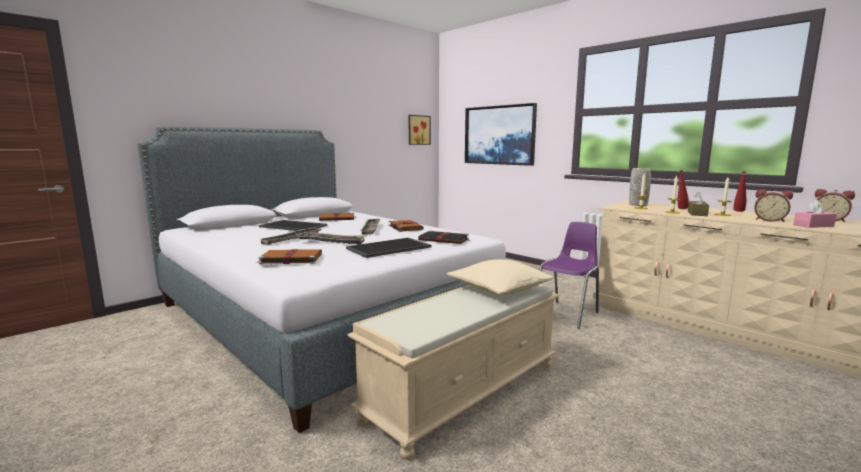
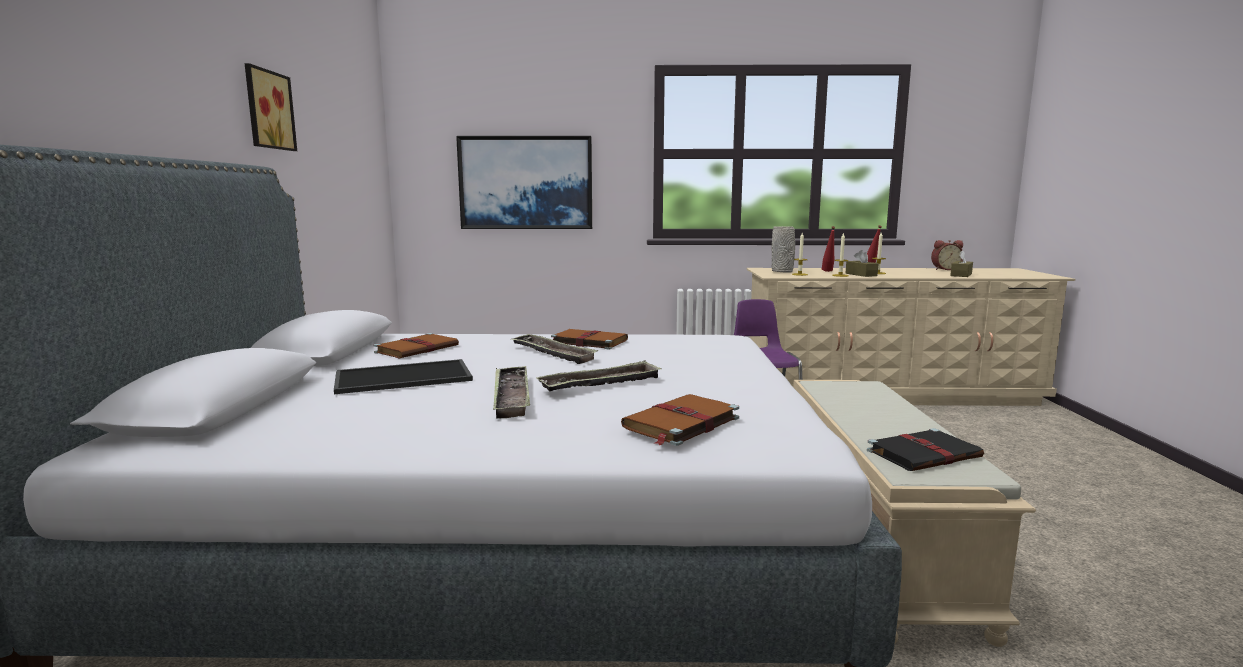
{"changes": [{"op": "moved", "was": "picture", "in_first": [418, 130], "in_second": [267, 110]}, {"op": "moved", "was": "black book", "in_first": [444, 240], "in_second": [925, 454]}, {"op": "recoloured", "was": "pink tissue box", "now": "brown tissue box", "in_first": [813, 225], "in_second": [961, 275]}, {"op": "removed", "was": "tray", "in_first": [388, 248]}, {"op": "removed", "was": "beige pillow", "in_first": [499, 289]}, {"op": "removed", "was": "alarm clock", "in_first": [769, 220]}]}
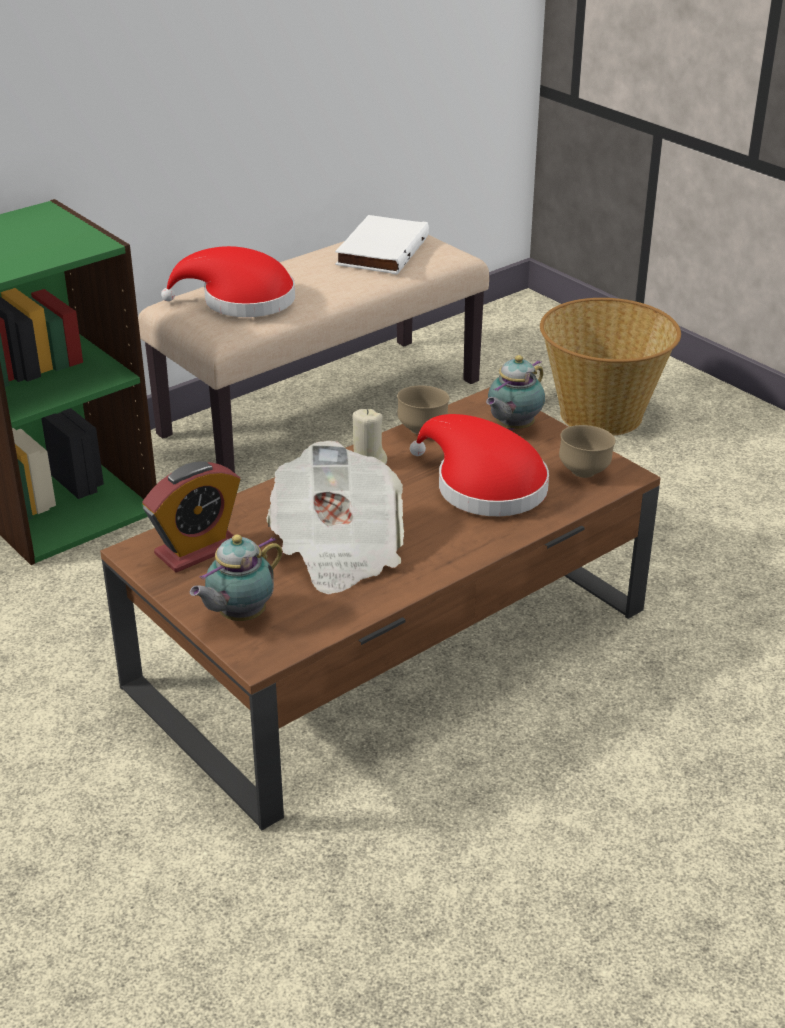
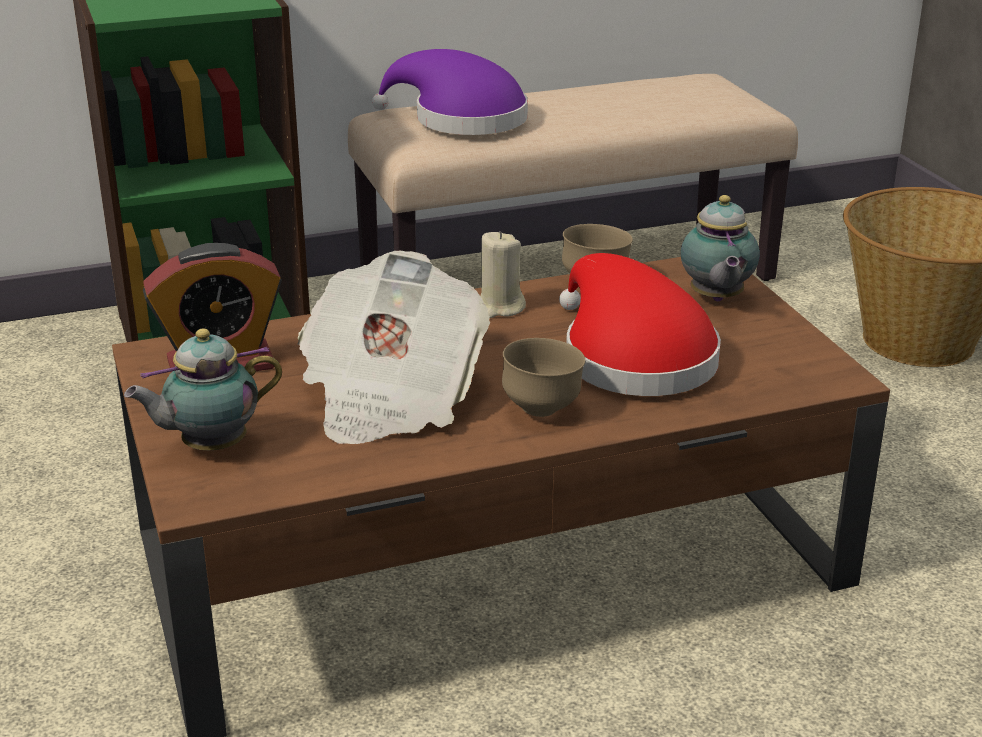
{"changes": [{"op": "recoloured", "was": "red hat", "now": "purple hat", "in_first": [241, 301], "in_second": [461, 119]}, {"op": "moved", "was": "brown bowl", "in_first": [584, 472], "in_second": [542, 409]}, {"op": "turned", "was": "teapot", "in_first": [512, 427], "in_second": [716, 299], "clockwise": -60}, {"op": "removed", "was": "white book", "in_first": [380, 250]}]}
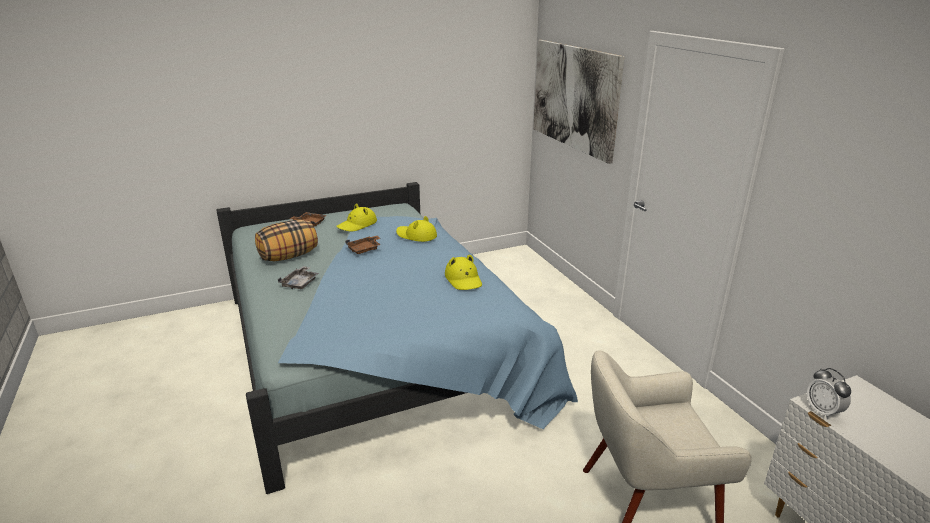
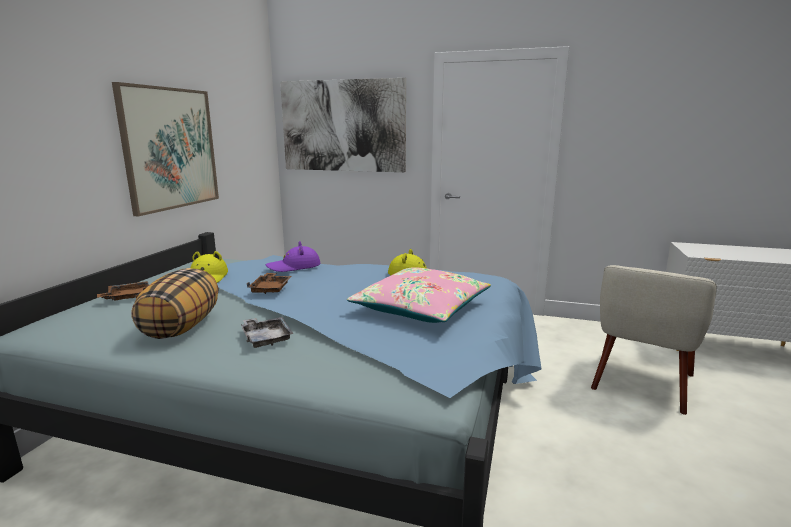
{"changes": [{"op": "added", "now": "picture", "in_second": [170, 148]}, {"op": "recoloured", "was": "yellow hat", "now": "purple hat", "in_first": [416, 235], "in_second": [294, 267]}, {"op": "added", "now": "pink pillow", "in_second": [421, 308]}, {"op": "removed", "was": "alarm clock", "in_first": [823, 411]}]}
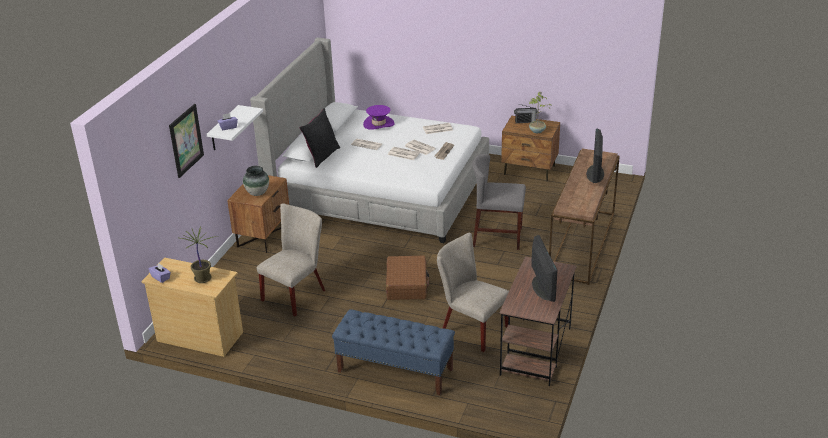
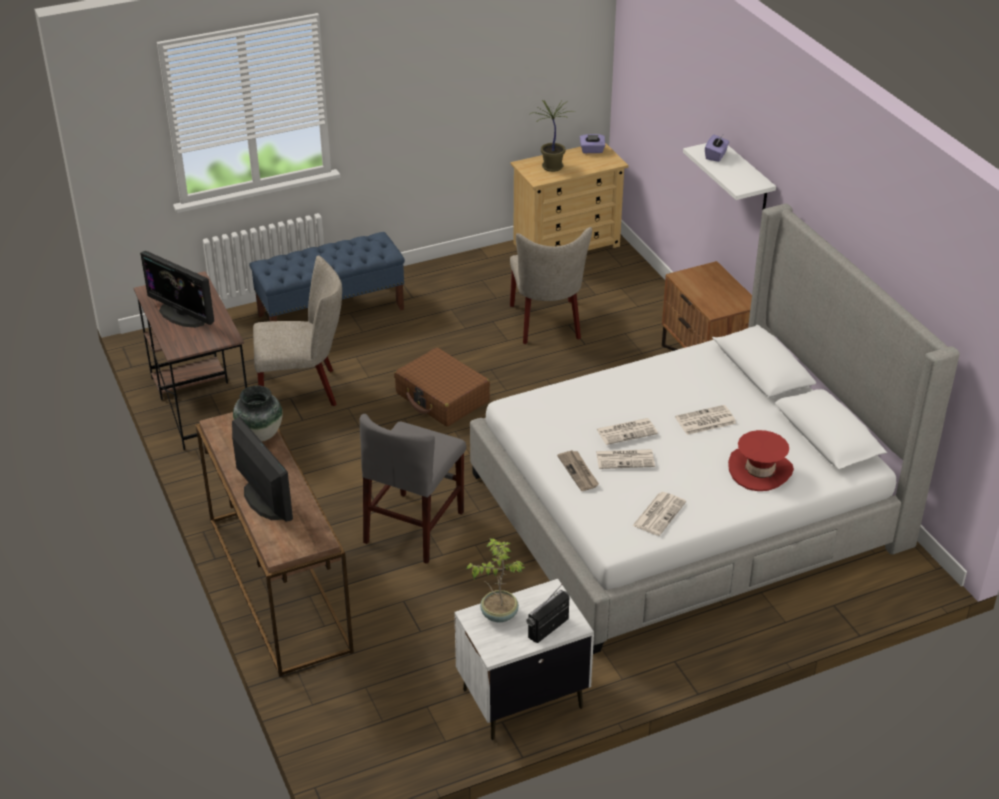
{"changes": [{"op": "moved", "was": "vase", "in_first": [257, 193], "in_second": [260, 435]}, {"op": "turned", "was": "grey chair", "in_first": [497, 237], "in_second": [414, 527], "clockwise": 150}, {"op": "recoloured", "was": "brown nightstand", "now": "white nightstand", "in_first": [529, 170], "in_second": [521, 698]}, {"op": "recoloured", "was": "purple hat", "now": "red hat", "in_first": [378, 124], "in_second": [760, 470]}, {"op": "removed", "was": "picture", "in_first": [186, 140]}, {"op": "removed", "was": "black pillow", "in_first": [321, 156]}]}
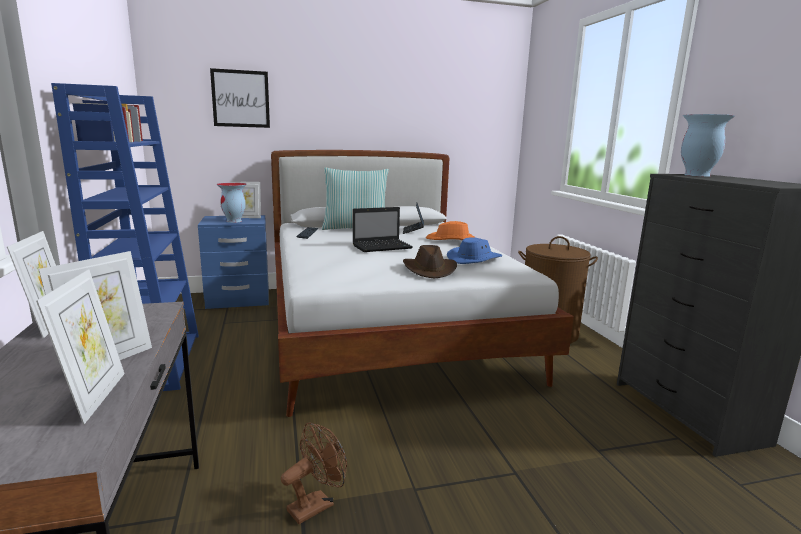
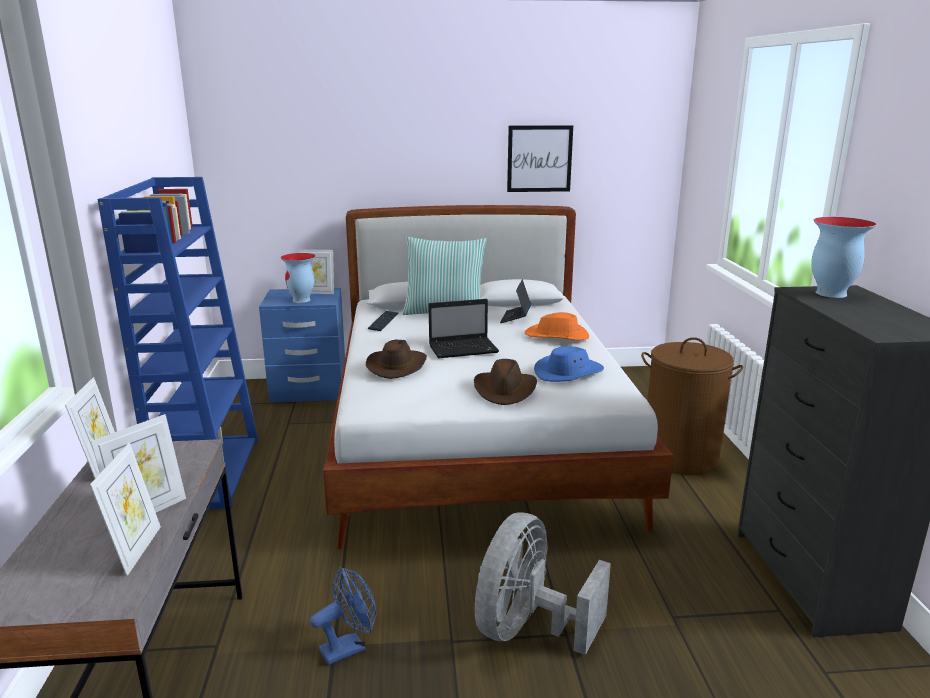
{"changes": [{"op": "recoloured", "was": "brown fan", "now": "blue fan", "in_first": [316, 504], "in_second": [349, 647]}, {"op": "added", "now": "brown hat", "in_second": [397, 365]}, {"op": "added", "now": "grey fan", "in_second": [528, 629]}, {"op": "moved", "was": "picture", "in_first": [240, 99], "in_second": [539, 159]}]}
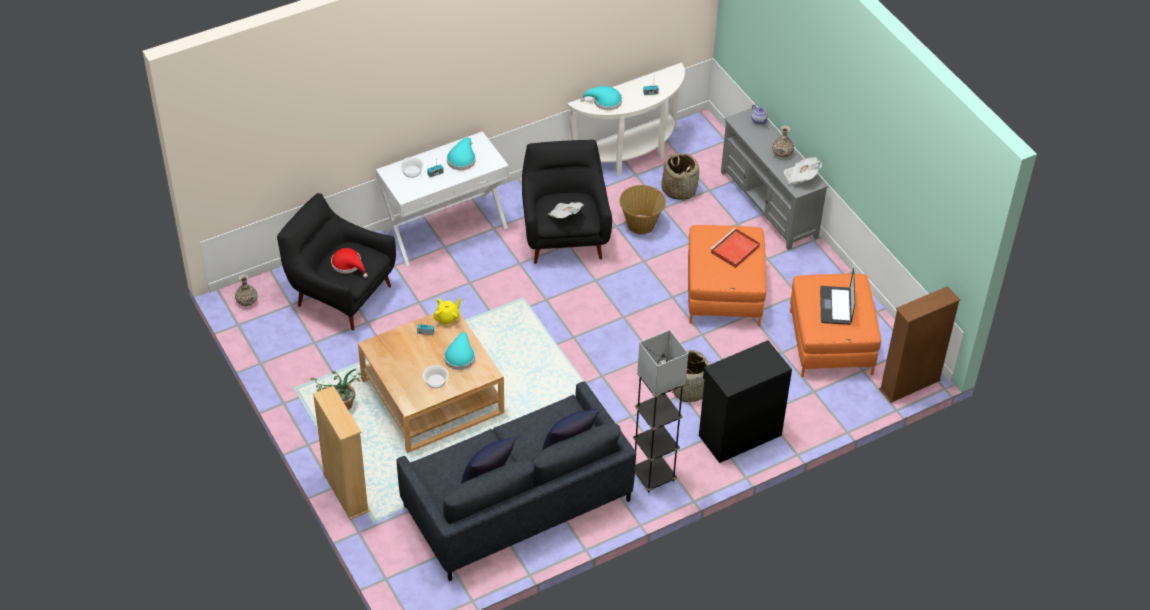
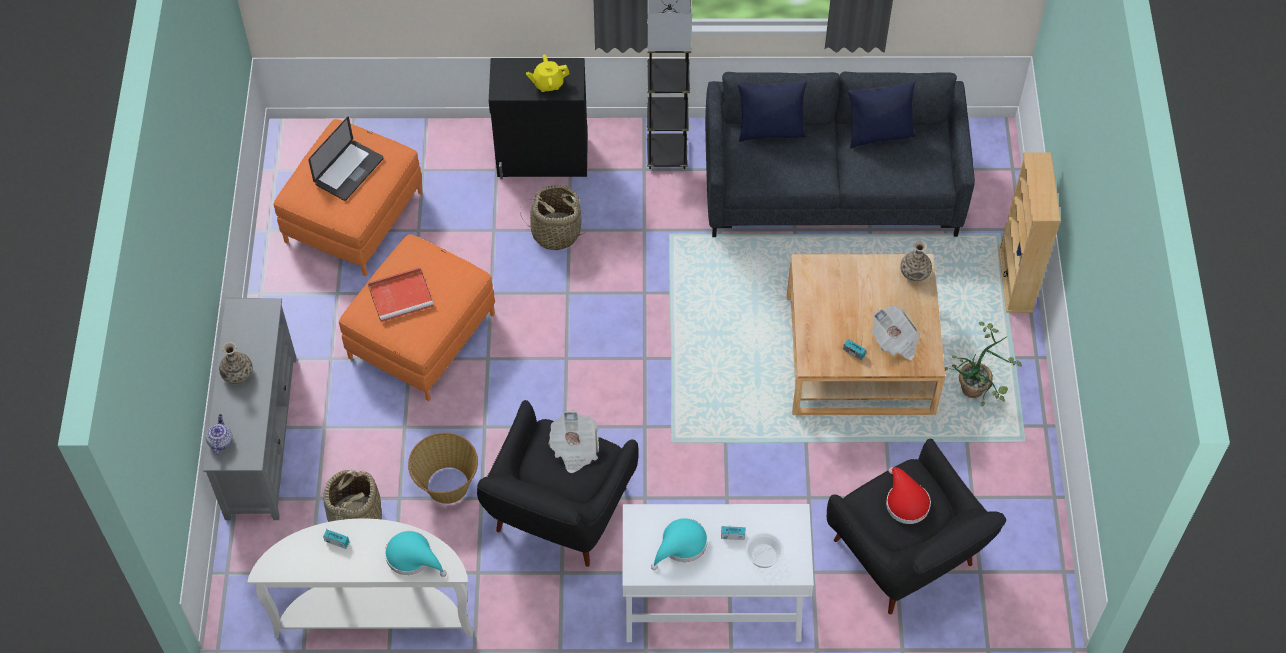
{"changes": [{"op": "moved", "was": "yellow teapot", "in_first": [447, 318], "in_second": [548, 83]}, {"op": "moved", "was": "newspaper", "in_first": [800, 177], "in_second": [895, 341]}, {"op": "moved", "was": "vase", "in_first": [247, 301], "in_second": [914, 272]}, {"op": "removed", "was": "bowl", "in_first": [435, 381]}, {"op": "removed", "was": "turquoise hat", "in_first": [460, 356]}, {"op": "removed", "was": "brown bookcase", "in_first": [909, 385]}]}
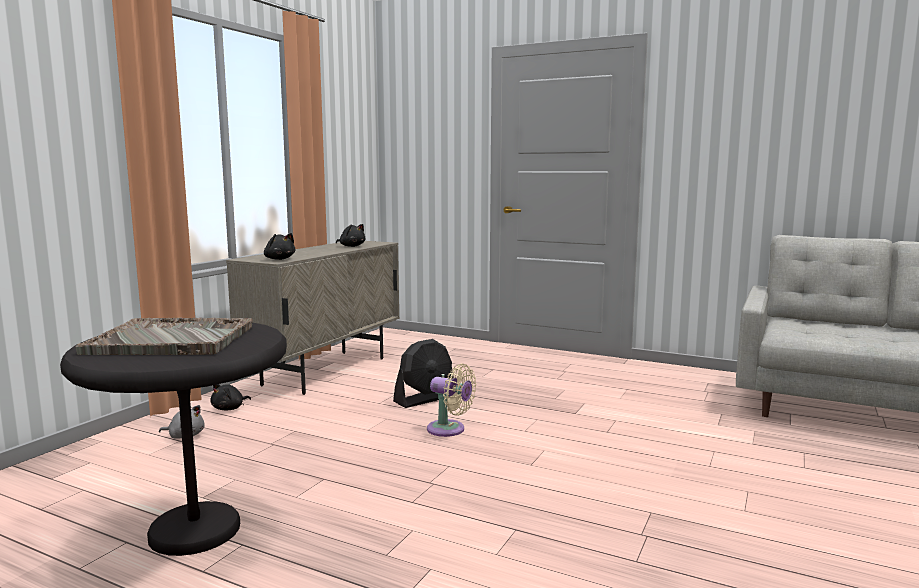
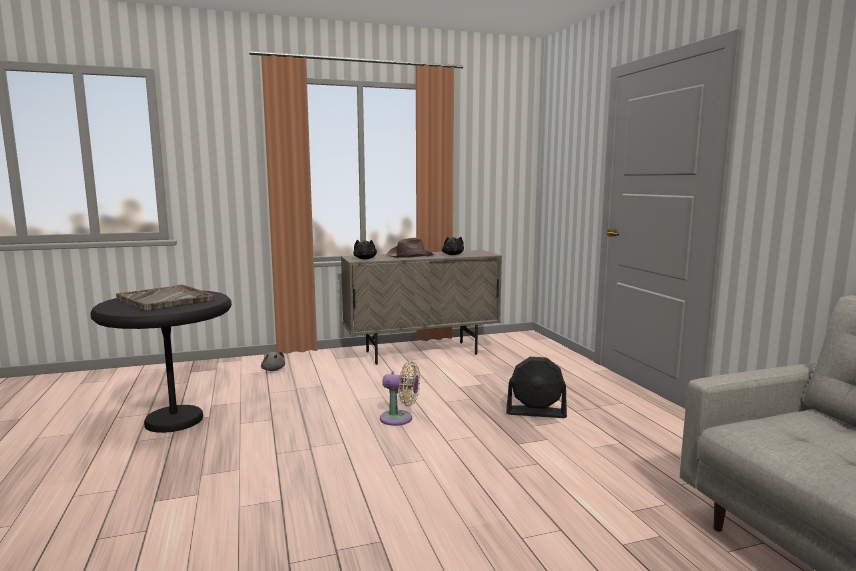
{"changes": [{"op": "turned", "was": "beige fan", "in_first": [449, 430], "in_second": [400, 419], "clockwise": -60}, {"op": "added", "now": "brown hat", "in_second": [410, 255]}, {"op": "moved", "was": "black fan", "in_first": [425, 399], "in_second": [536, 412]}, {"op": "removed", "was": "black plush toy", "in_first": [229, 408]}]}
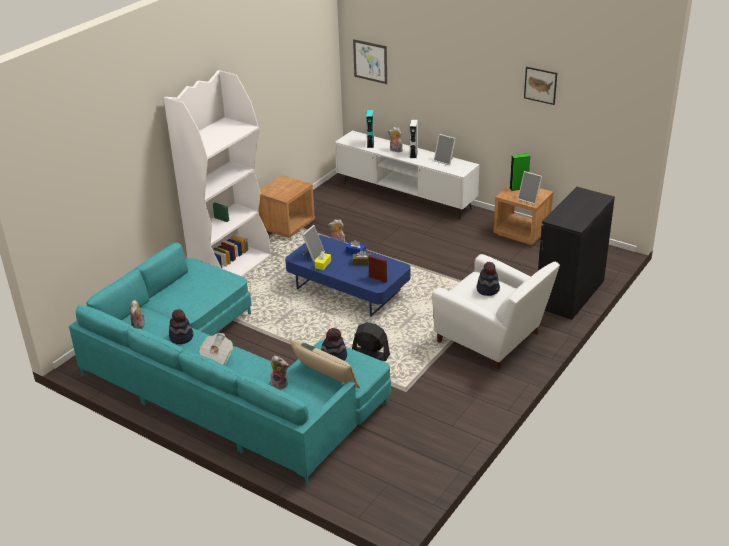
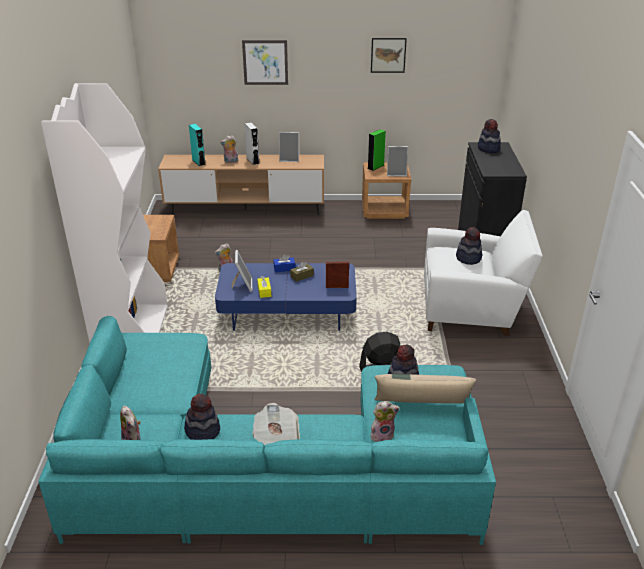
{"changes": [{"op": "recoloured", "was": "white tv stand", "now": "brown tv stand", "in_first": [405, 196], "in_second": [245, 209]}, {"op": "moved", "was": "picture", "in_first": [370, 61], "in_second": [265, 62]}, {"op": "added", "now": "hat", "in_second": [488, 149]}]}
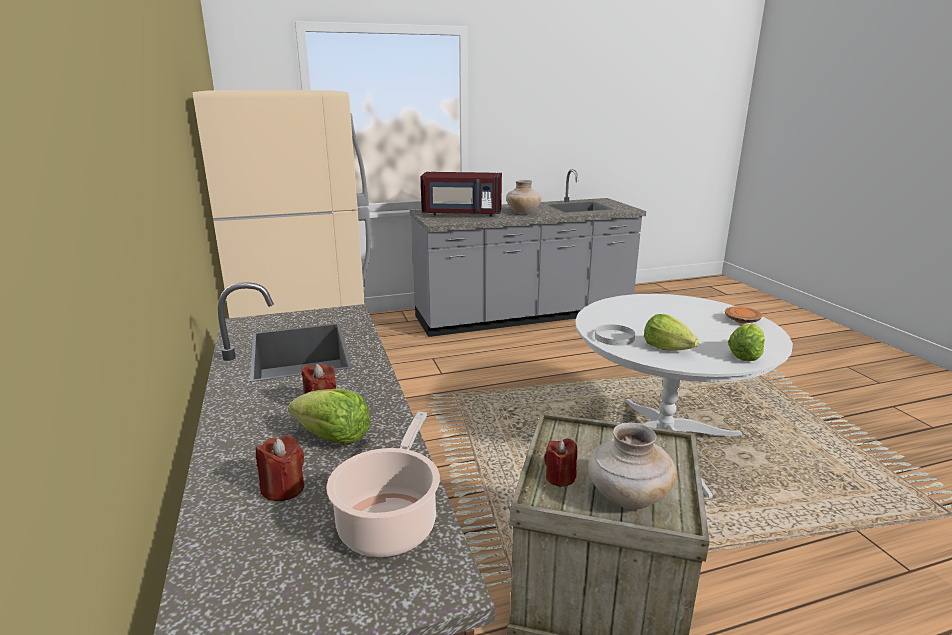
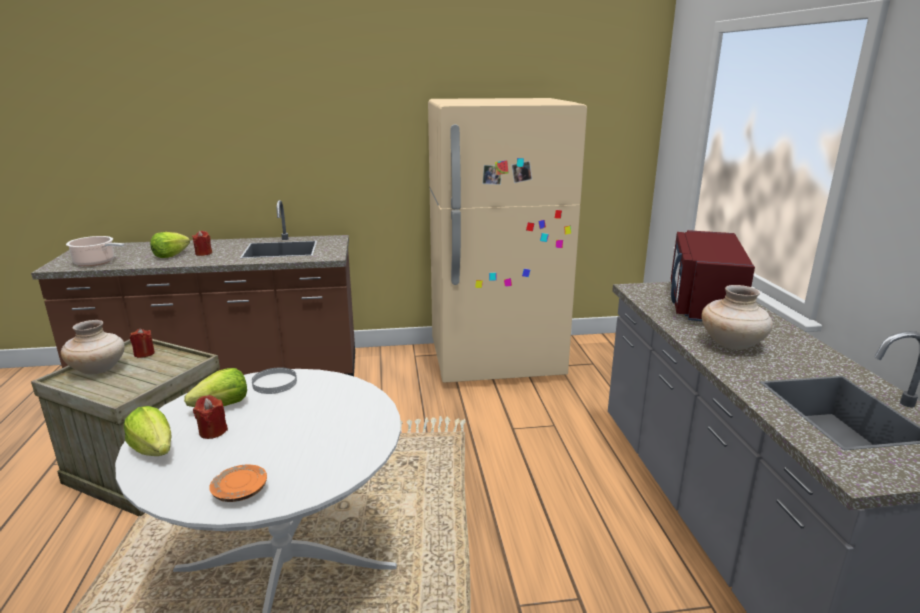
{"changes": [{"op": "moved", "was": "red candle", "in_first": [283, 488], "in_second": [213, 431]}]}
